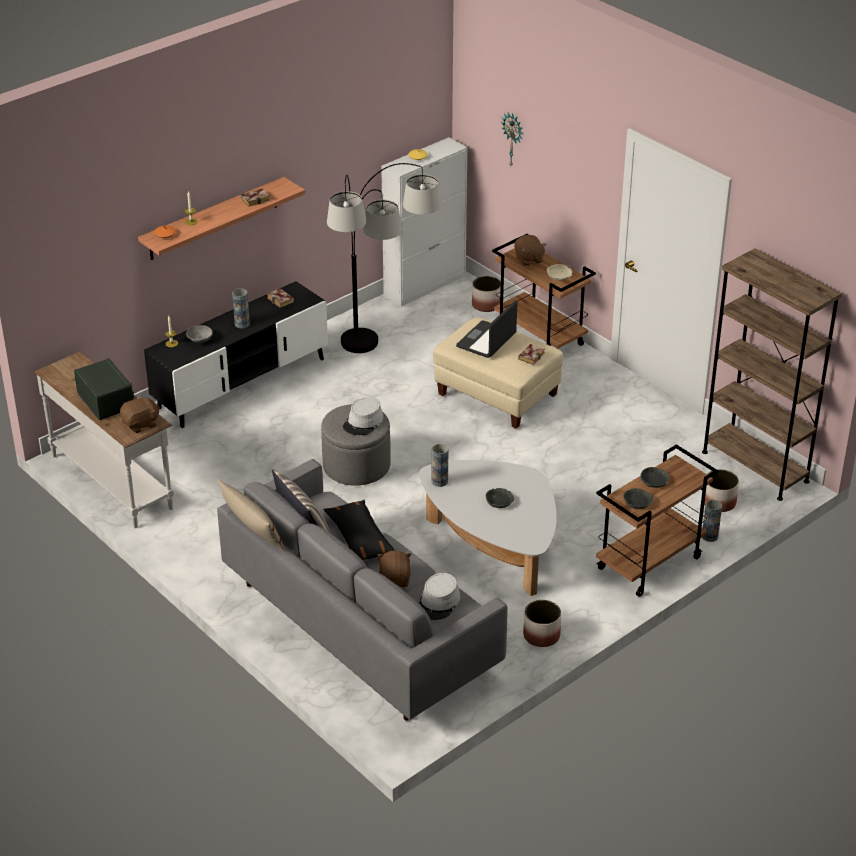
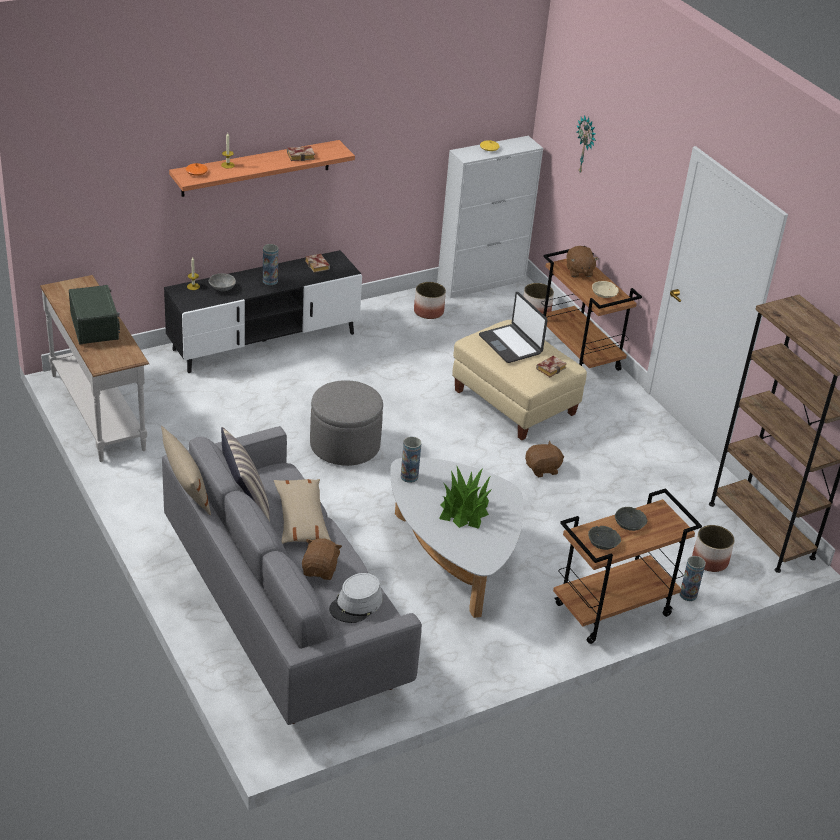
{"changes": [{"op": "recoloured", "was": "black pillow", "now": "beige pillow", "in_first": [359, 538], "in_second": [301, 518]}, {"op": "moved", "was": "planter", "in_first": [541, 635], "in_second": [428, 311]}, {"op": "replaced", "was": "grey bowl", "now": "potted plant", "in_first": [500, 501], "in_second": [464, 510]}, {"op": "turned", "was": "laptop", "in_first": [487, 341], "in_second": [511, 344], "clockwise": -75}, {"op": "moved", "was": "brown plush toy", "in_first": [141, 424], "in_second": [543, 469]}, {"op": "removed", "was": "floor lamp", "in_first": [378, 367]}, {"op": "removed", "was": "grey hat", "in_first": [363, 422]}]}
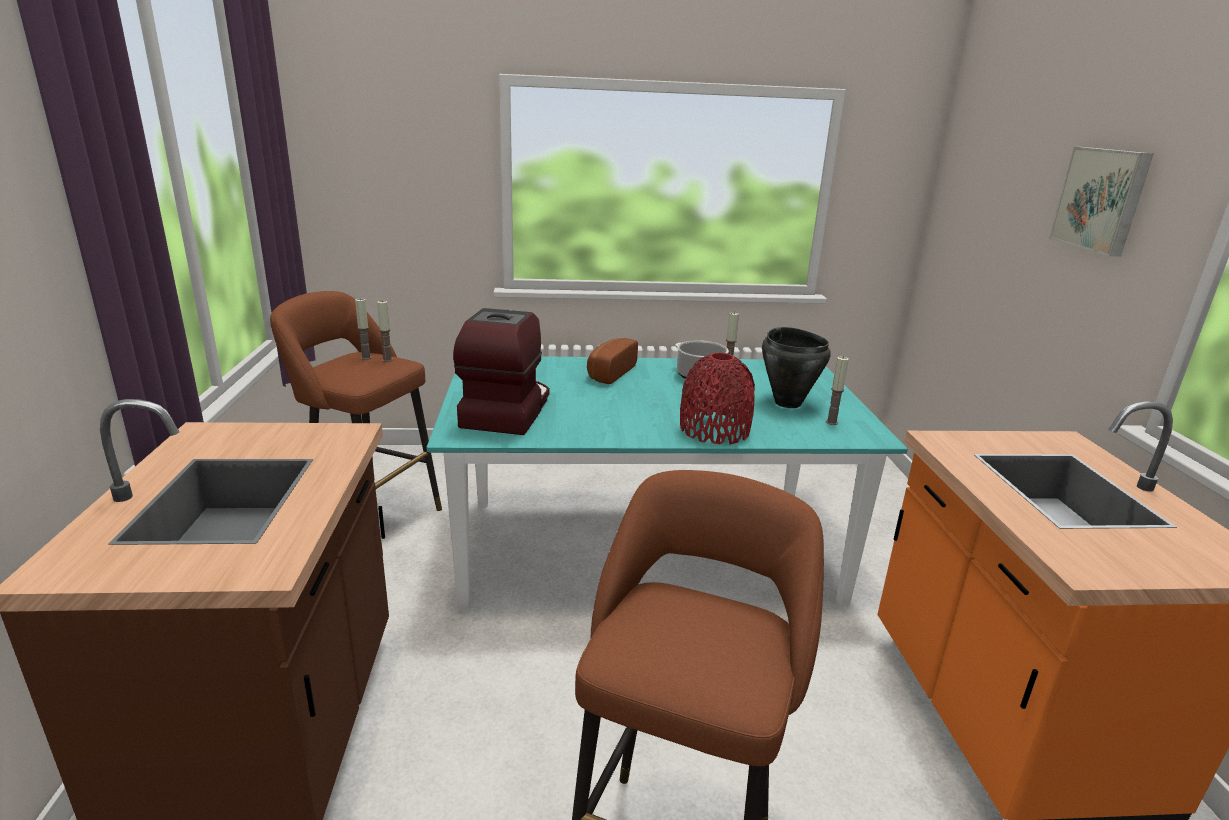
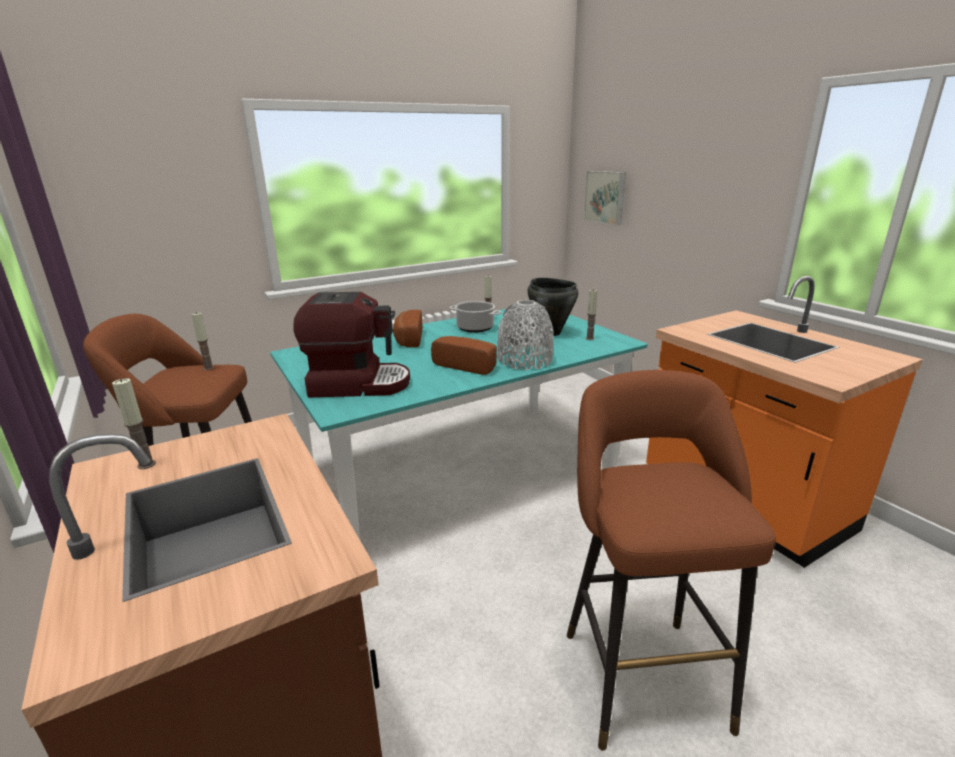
{"changes": [{"op": "moved", "was": "candle", "in_first": [366, 358], "in_second": [146, 464]}, {"op": "turned", "was": "coffee machine", "in_first": [505, 411], "in_second": [358, 384], "clockwise": 105}, {"op": "added", "now": "bread", "in_second": [467, 365]}, {"op": "recoloured", "was": "red vase", "now": "grey vase", "in_first": [714, 430], "in_second": [525, 360]}, {"op": "moved", "was": "picture", "in_first": [1102, 199], "in_second": [606, 197]}]}
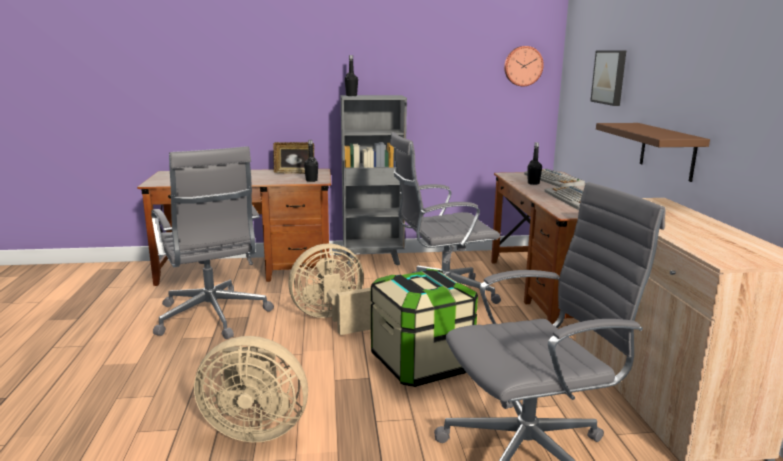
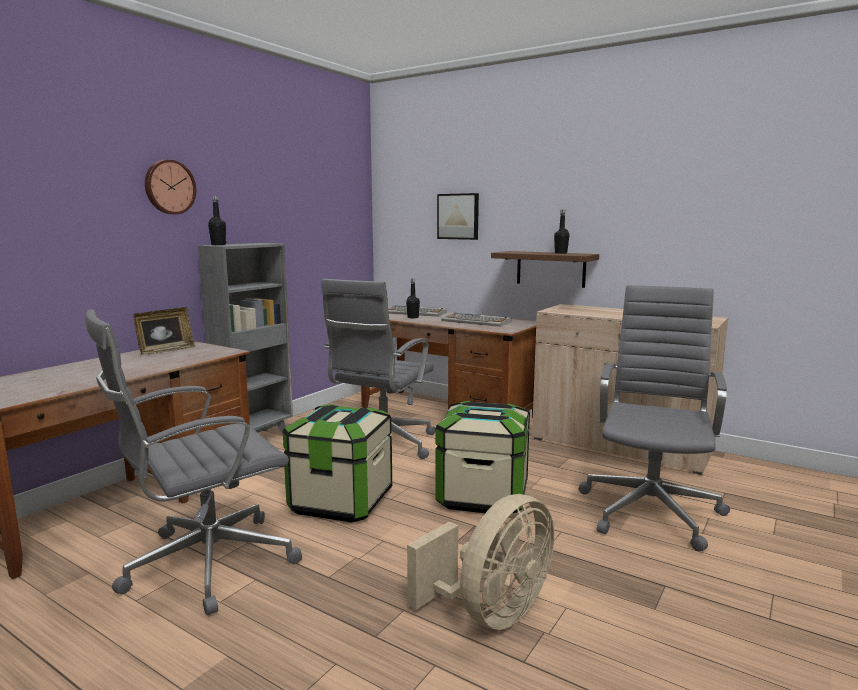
{"changes": [{"op": "turned", "was": "grey office chair", "in_first": [212, 317], "in_second": [205, 564], "clockwise": 135}, {"op": "moved", "was": "wall clock", "in_first": [523, 66], "in_second": [169, 187]}, {"op": "replaced", "was": "beige fan", "now": "storage box", "in_first": [333, 319], "in_second": [341, 502]}, {"op": "moved", "was": "black bottle", "in_first": [311, 180], "in_second": [560, 253]}]}
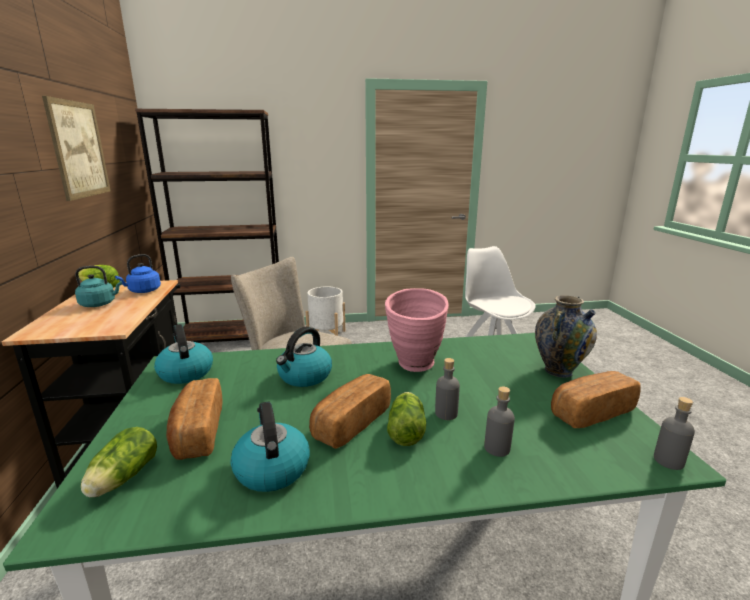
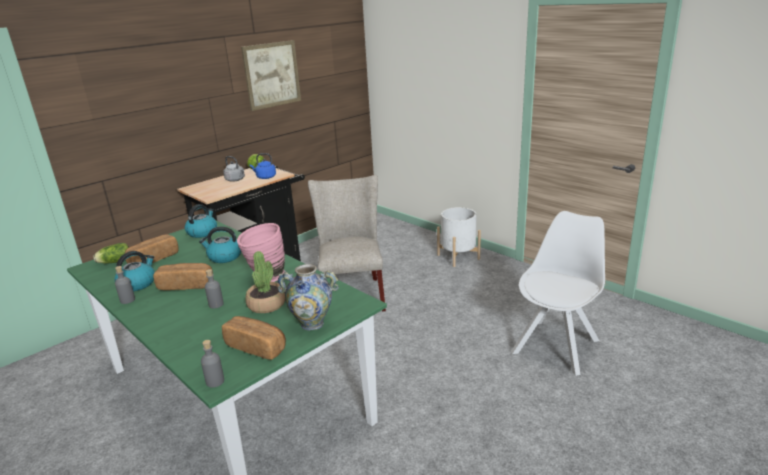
{"changes": [{"op": "moved", "was": "grey bottle", "in_first": [497, 448], "in_second": [127, 300]}, {"op": "recoloured", "was": "turquoise kettle", "now": "grey kettle", "in_first": [100, 304], "in_second": [236, 180]}, {"op": "added", "now": "potted plant", "in_second": [267, 304]}, {"op": "removed", "was": "brown bookcase", "in_first": [233, 338]}, {"op": "removed", "was": "lettuce", "in_first": [406, 429]}]}
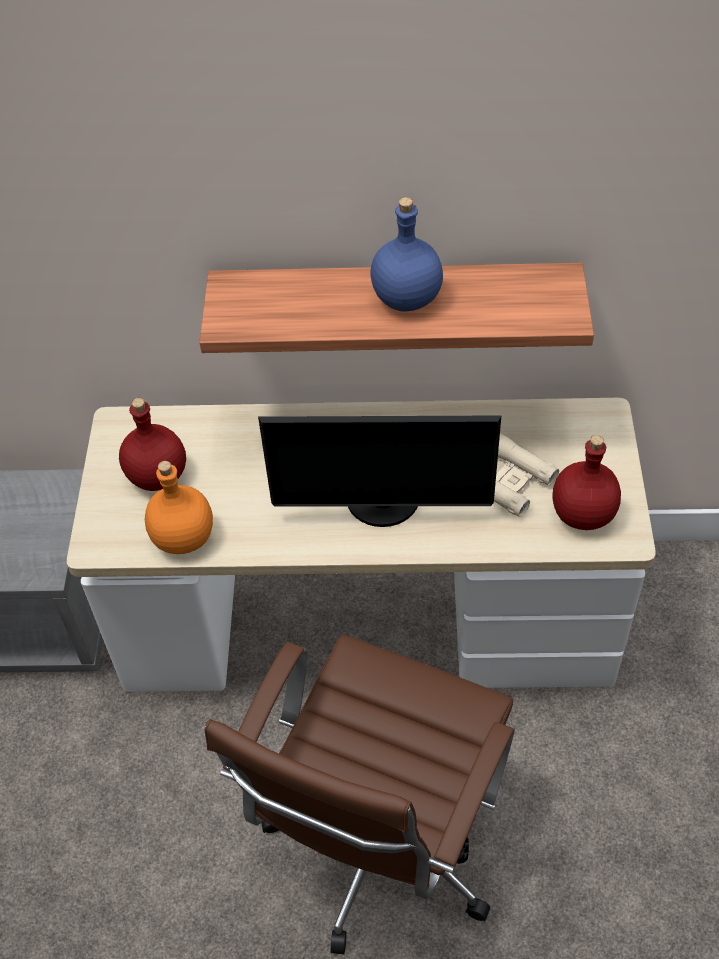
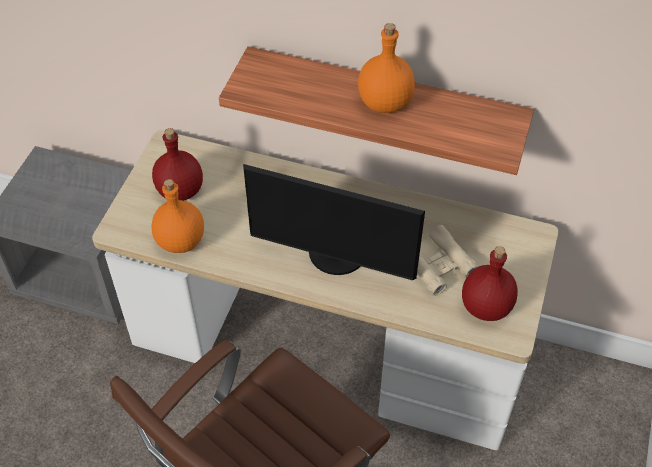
{"changes": [{"op": "recoloured", "was": "blue bottle", "now": "orange bottle", "in_first": [405, 299], "in_second": [383, 103]}]}
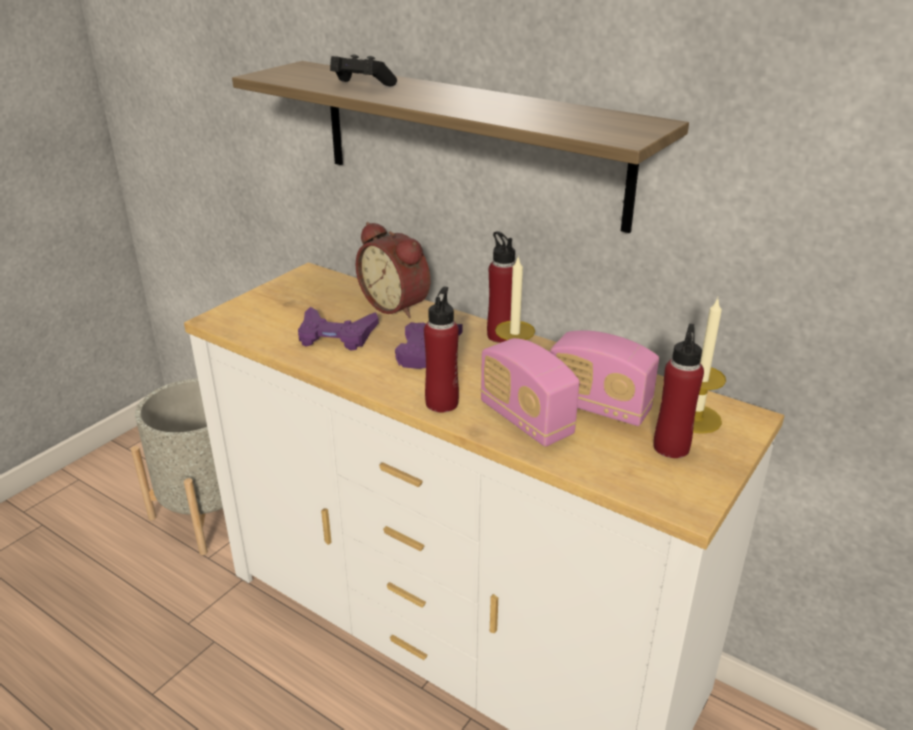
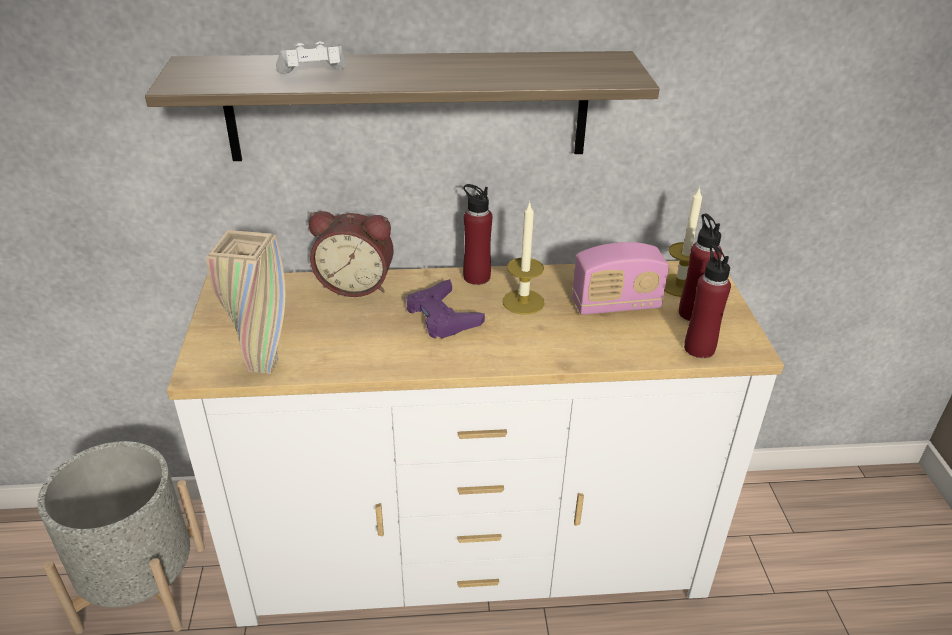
{"changes": [{"op": "added", "now": "beige vase", "in_second": [263, 365]}, {"op": "recoloured", "was": "black game controller", "now": "white game controller", "in_first": [360, 86], "in_second": [313, 75]}, {"op": "moved", "was": "red bottle", "in_first": [442, 403], "in_second": [699, 348]}, {"op": "removed", "was": "purple game controller", "in_first": [336, 335]}, {"op": "removed", "was": "radio", "in_first": [526, 420]}]}
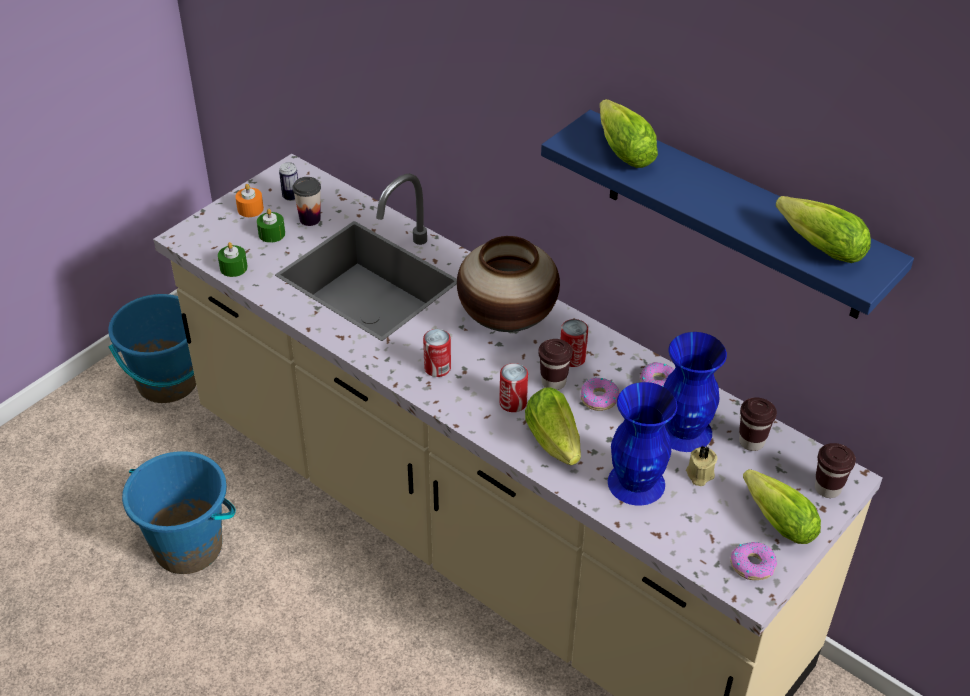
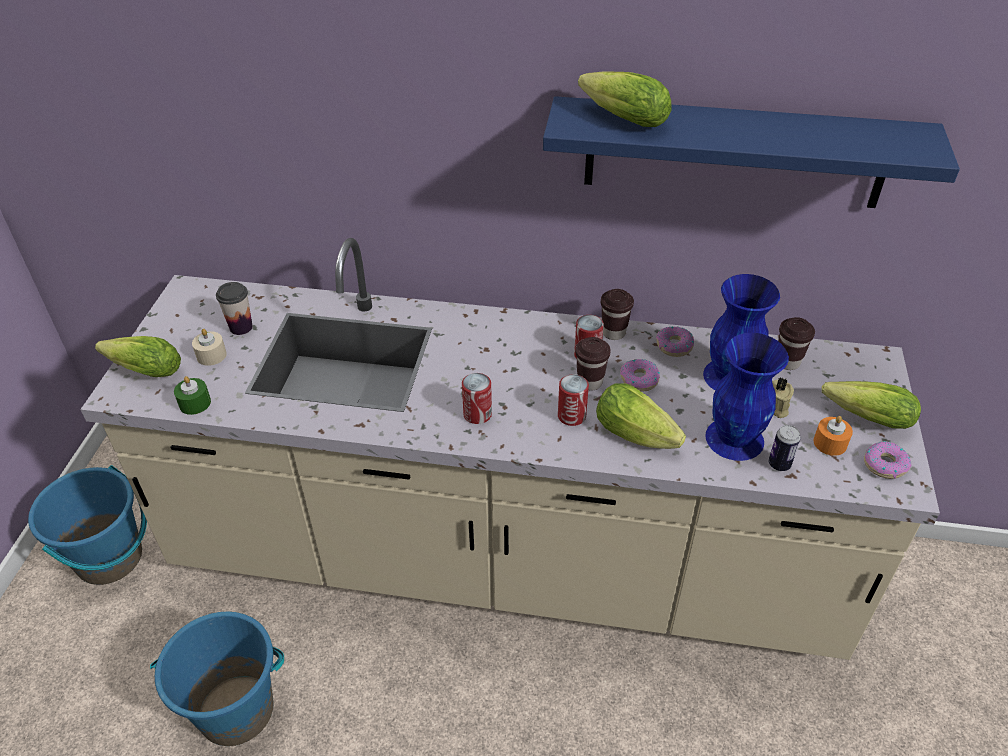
{"changes": [{"op": "moved", "was": "lettuce", "in_first": [815, 245], "in_second": [142, 370]}, {"op": "recoloured", "was": "green candle", "now": "beige candle", "in_first": [272, 234], "in_second": [211, 355]}, {"op": "moved", "was": "brown cup", "in_first": [827, 488], "in_second": [613, 333]}, {"op": "moved", "was": "can", "in_first": [291, 196], "in_second": [779, 464]}, {"op": "moved", "was": "orange candle", "in_first": [250, 209], "in_second": [830, 443]}, {"op": "removed", "was": "vase", "in_first": [507, 320]}]}
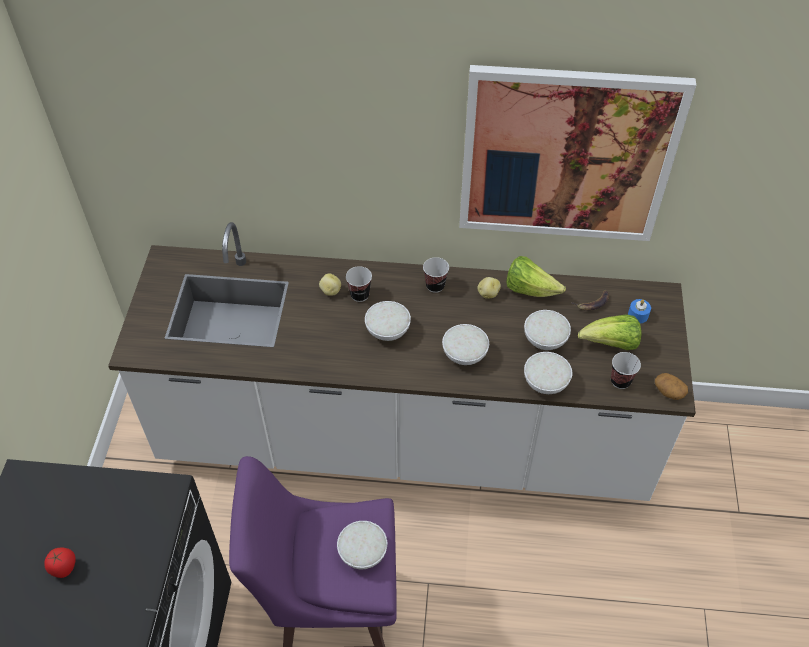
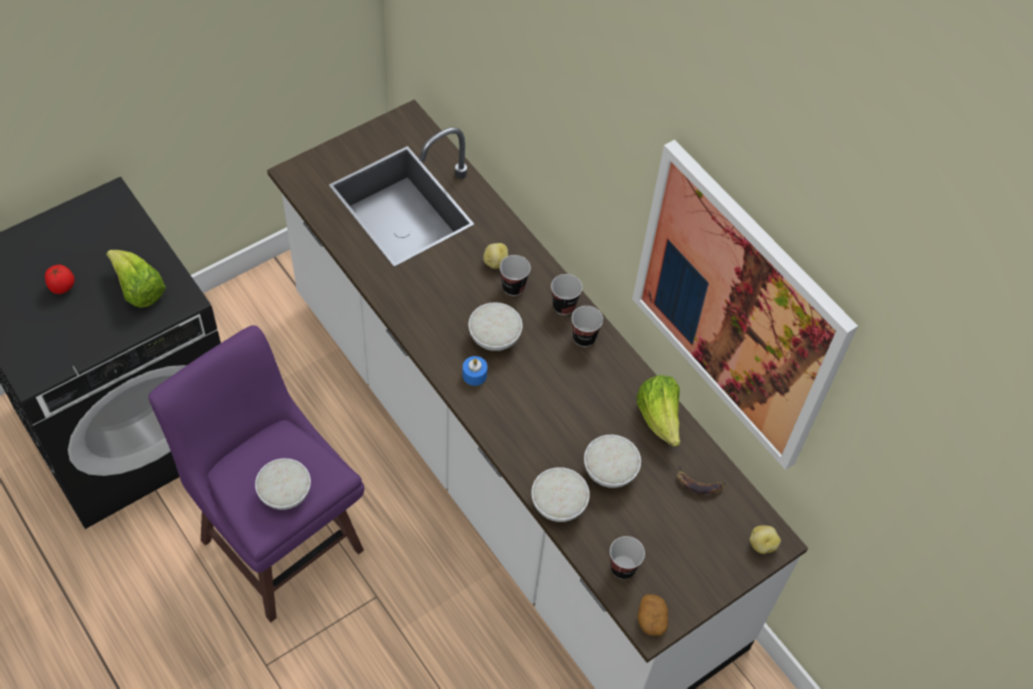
{"changes": [{"op": "moved", "was": "lettuce", "in_first": [611, 344], "in_second": [138, 290]}, {"op": "moved", "was": "blue candle", "in_first": [638, 315], "in_second": [474, 375]}, {"op": "added", "now": "cup", "in_second": [564, 306]}, {"op": "moved", "was": "potato", "in_first": [488, 293], "in_second": [762, 544]}, {"op": "removed", "was": "white bowl", "in_first": [465, 354]}]}
